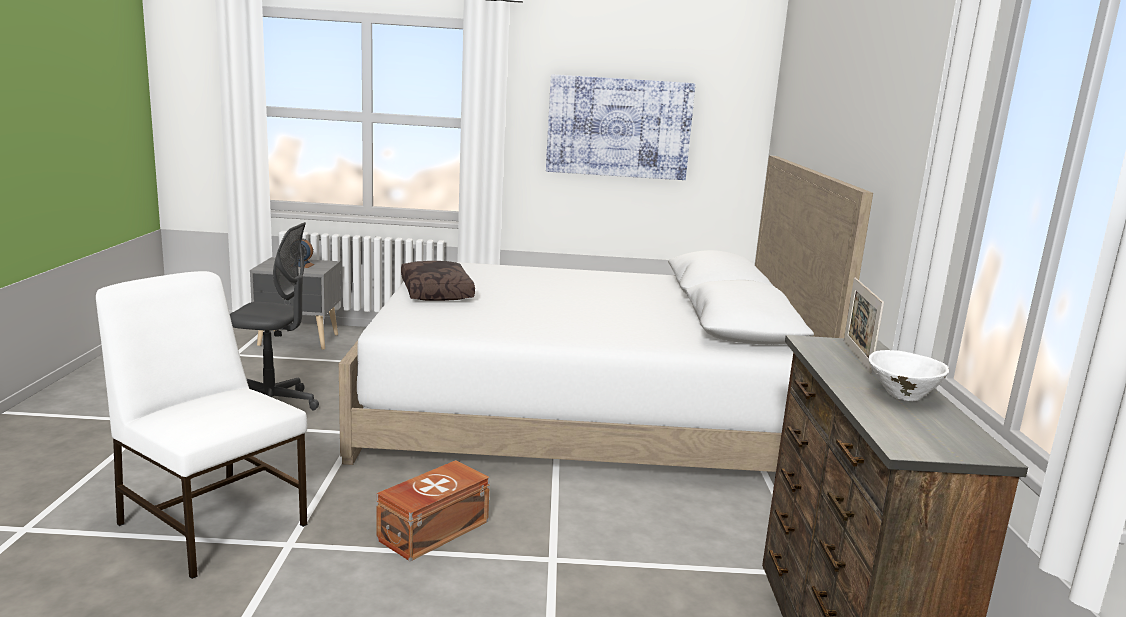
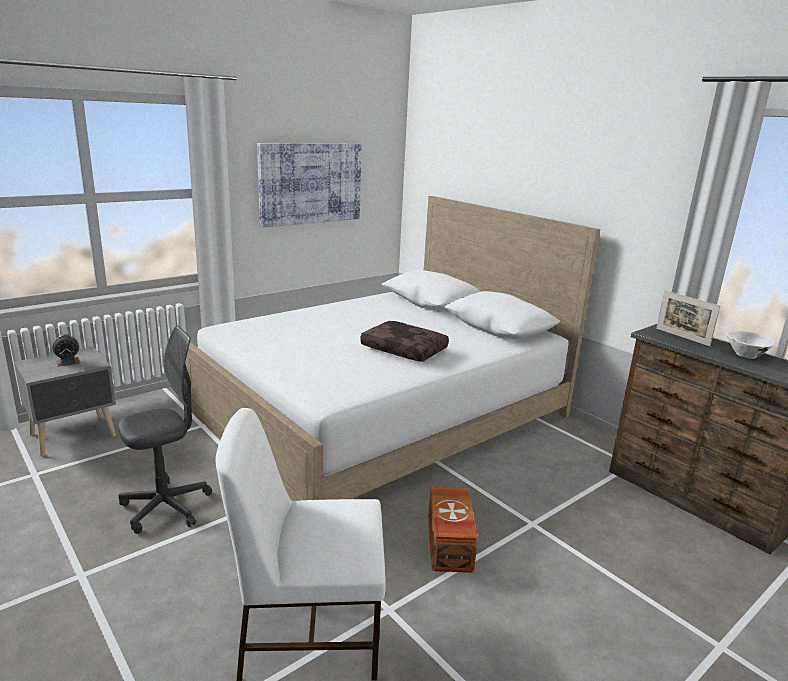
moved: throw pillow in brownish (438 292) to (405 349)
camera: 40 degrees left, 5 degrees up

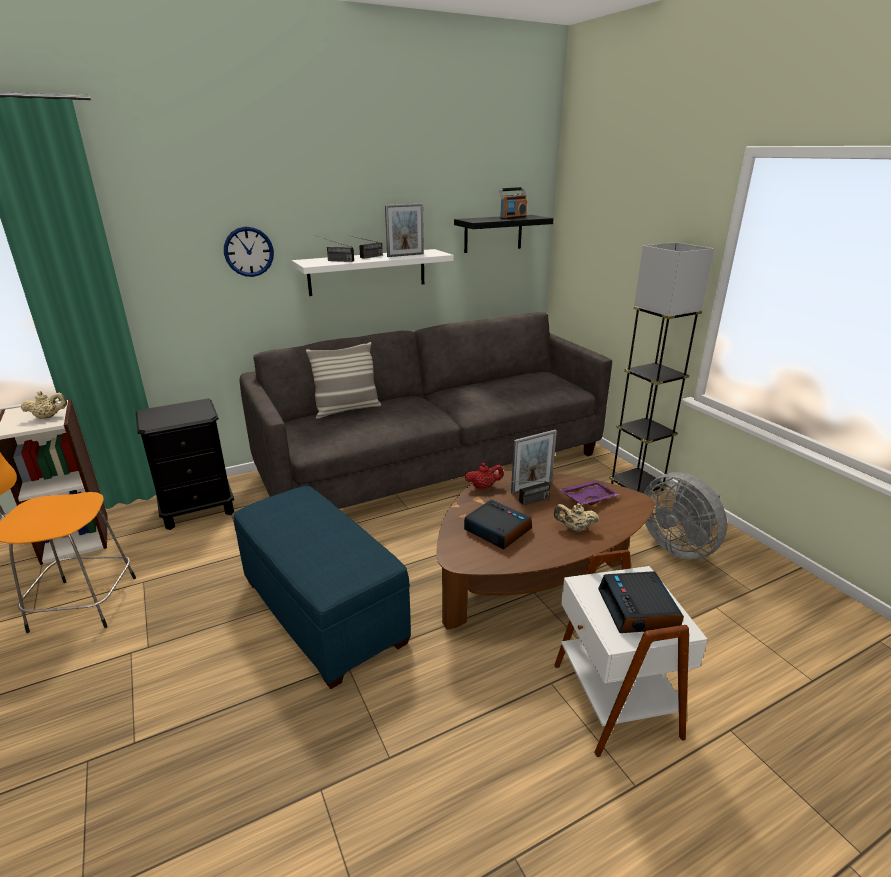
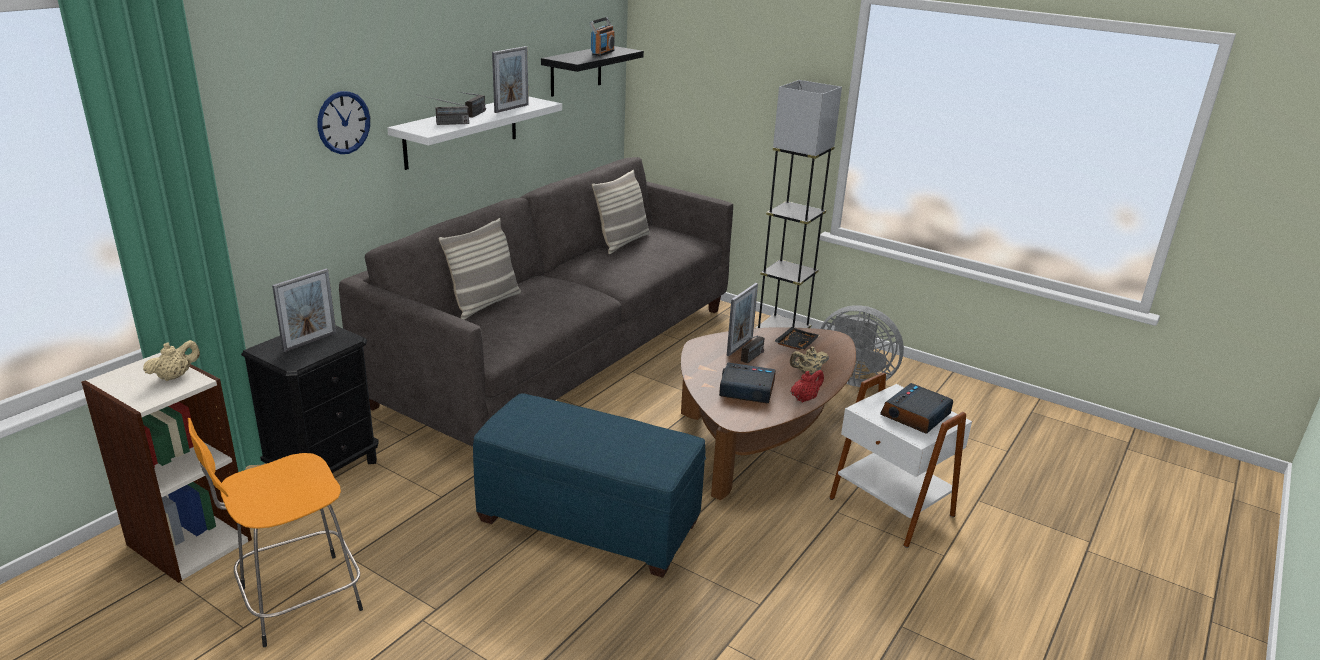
added: throw pillow (622 242); photo frame (310 341)
moved: tea pot in red-coloured (483 487) to (805 398)
recoloured: serving tray in purplish (587 498) to serving tray in black-coloured (795 345)
turned: alarm clock (638 610) = (915 415) 75 degrees clockwise
camera: 30 degrees left, 0 degrees up

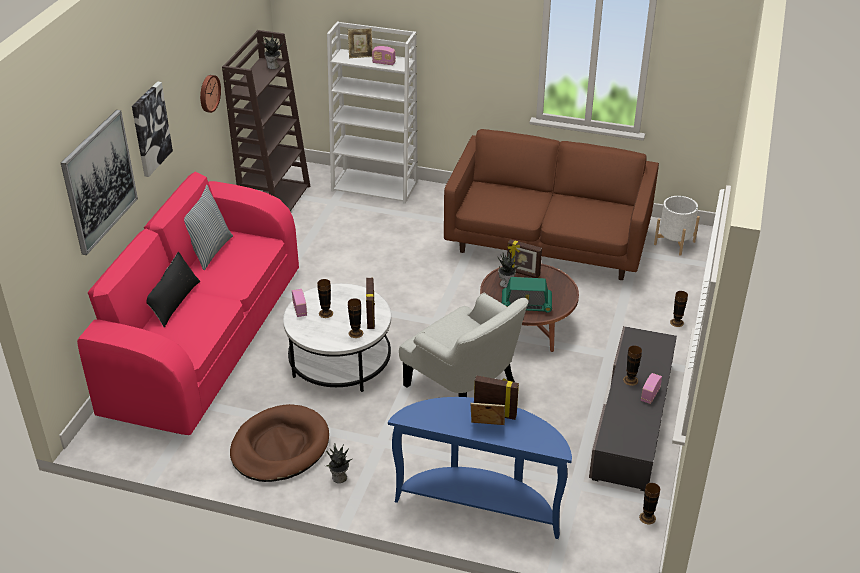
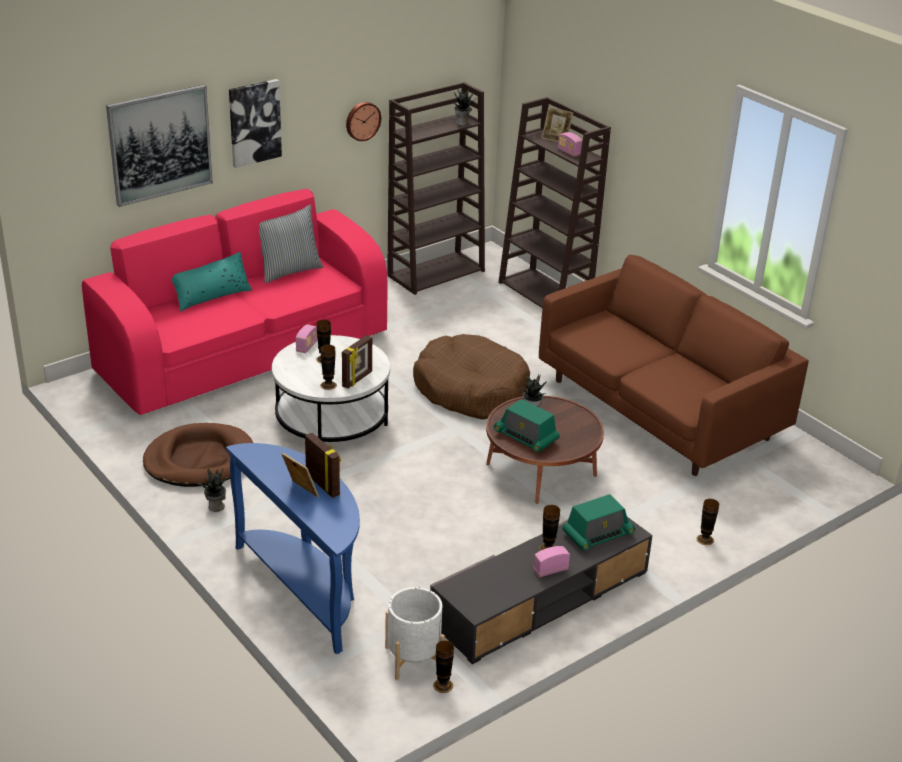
removed: photo frame (522 273); easy chair in white (464 385)
added: dog cushion in brownish (471 390); radio (597 534)
moved: planter in white (674 243) to (413 659)
recoloured: bookshelf in white (375 186) to bookshelf in brownish (546 294); throw pillow in black-coloured (173 302) to throw pillow in turquoise-coloured (211 296)
camera: 35 degrees right, 5 degrees down

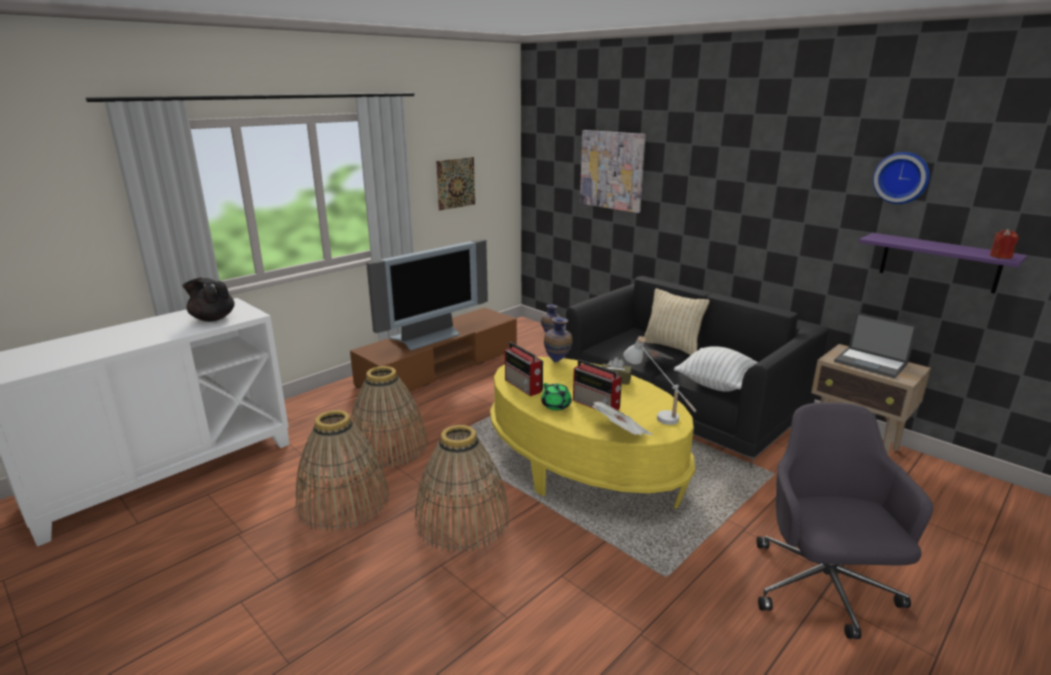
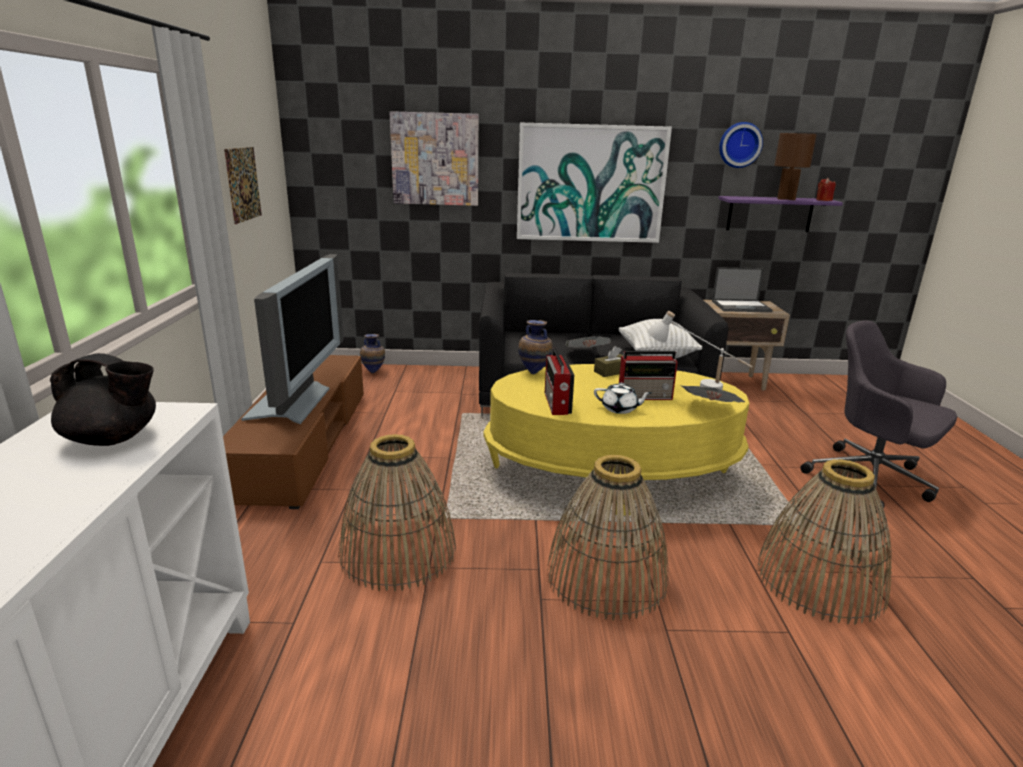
removed: throw pillow in sand-coloured (672 347)
added: wall picture (591 184); lamp for a table in brownish (786 199)
moved: basket (343 501) to (820 581)
recoloured: tea pot in green (556 406) to tea pot in white (620 409)
turned: tea pot in black-coloured (212 318) = (113 439) 150 degrees counterclockwise; radio (524 386) = (557 404) 75 degrees clockwise
camera: 45 degrees left, 0 degrees up

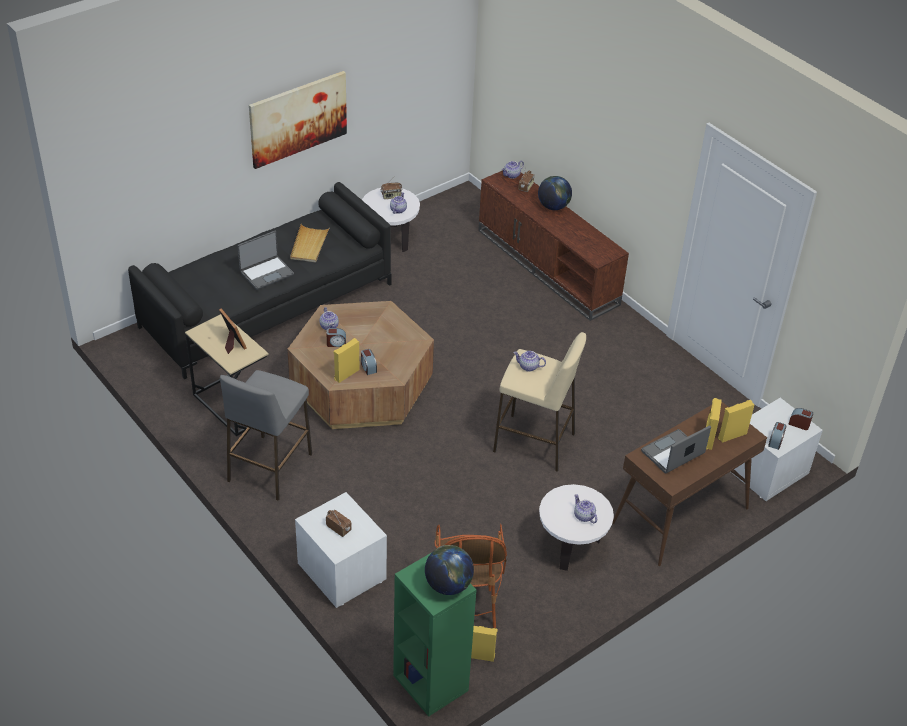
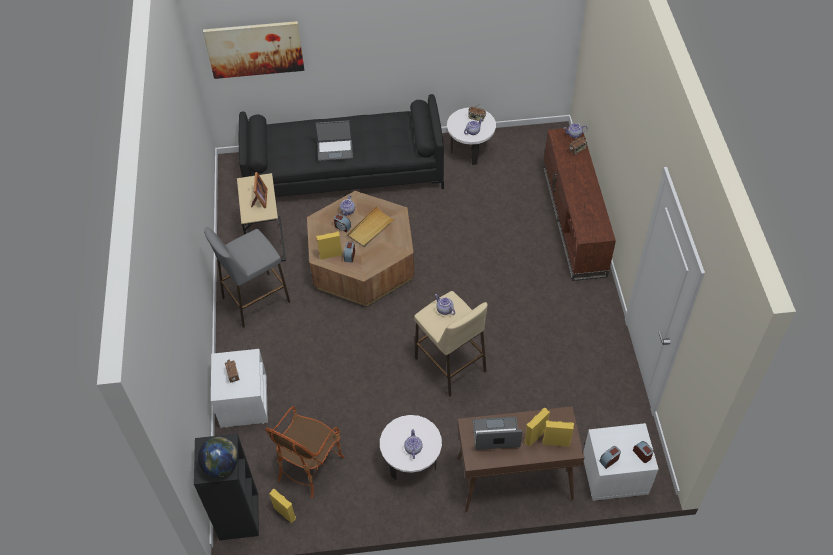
removed: desk globe (553 207)
moved: wall picture (298 118) to (254 49); serving tray in sand-coloured (309 245) to (370 228)
recoloured: bookshelf in green (429 683) to bookshelf in black-coloured (238 516)
camera: 35 degrees right, 10 degrees up

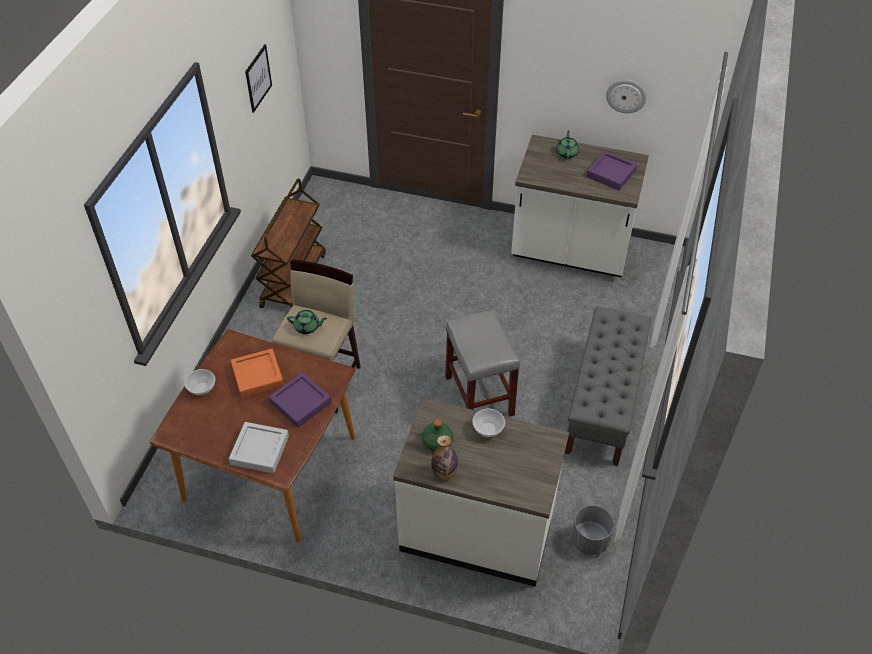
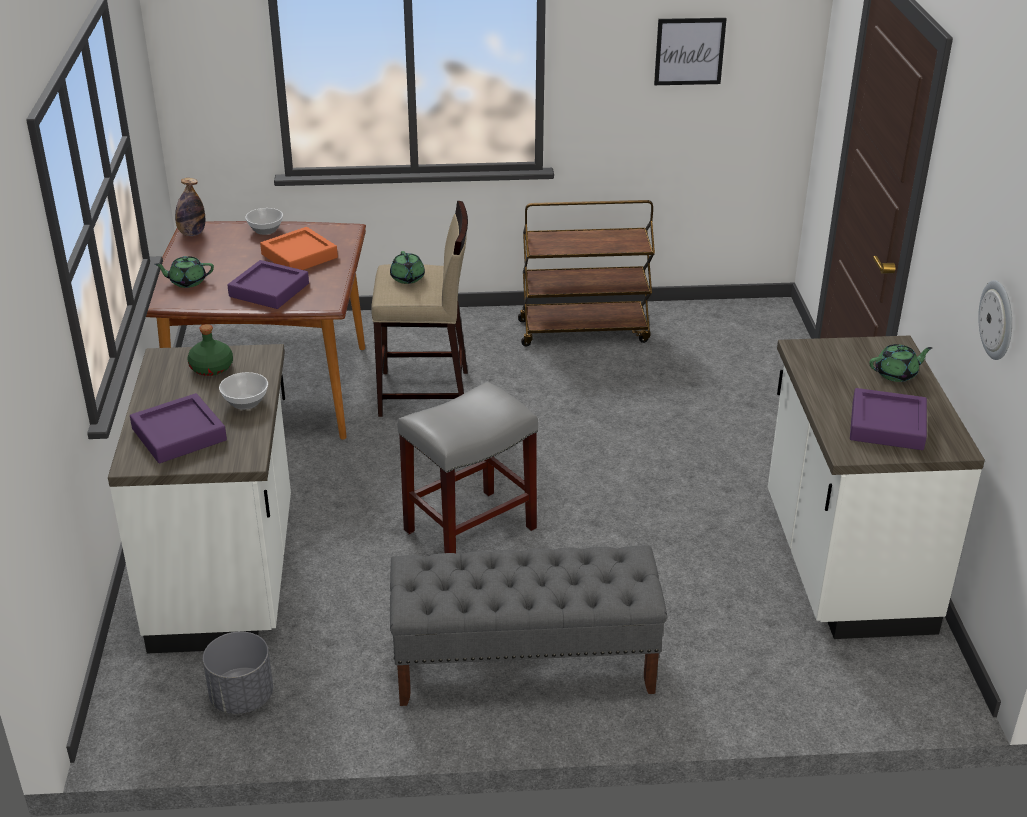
added: serving tray in purplish (179 434)
moved: bottle (444 472) to (192 233)
replaced: serving tray in grey (260 450) to tea pot in green (187 282)
camera: 70 degrees right, 15 degrees down

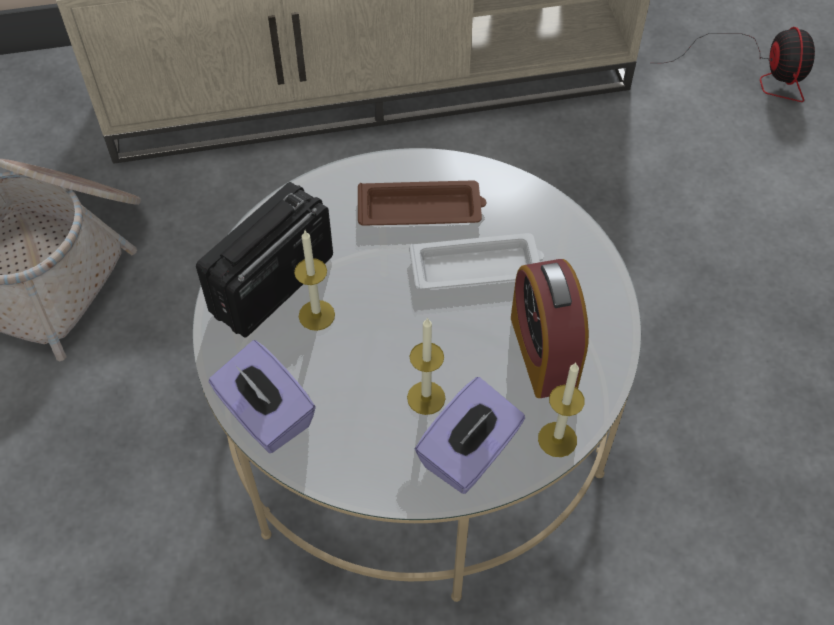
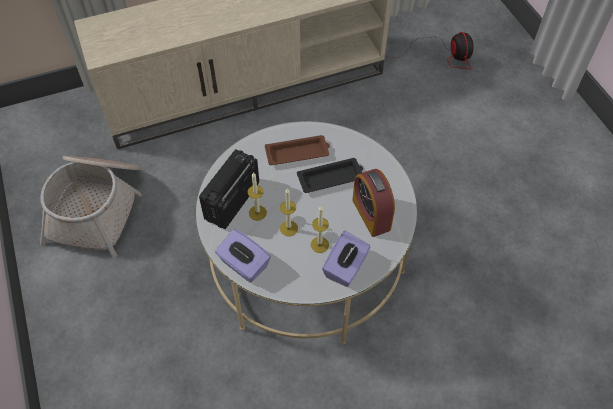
moved: candle (557 439) to (288 228)
recoloured: serving tray in white (477 267) to serving tray in black-coloured (331 178)
camera: 10 degrees left, 0 degrees up

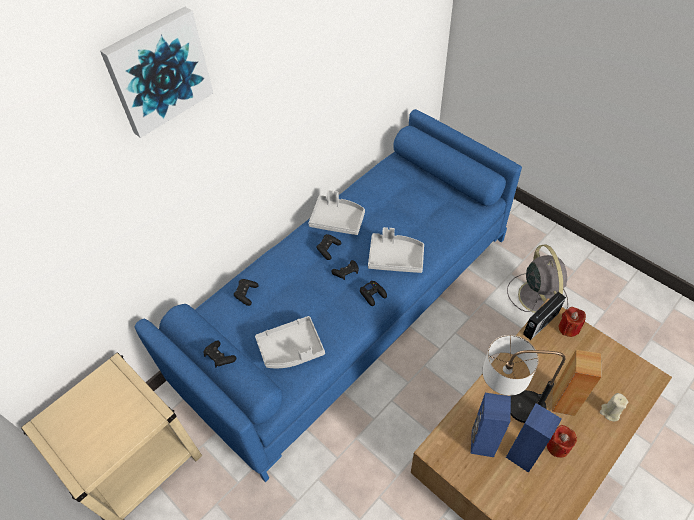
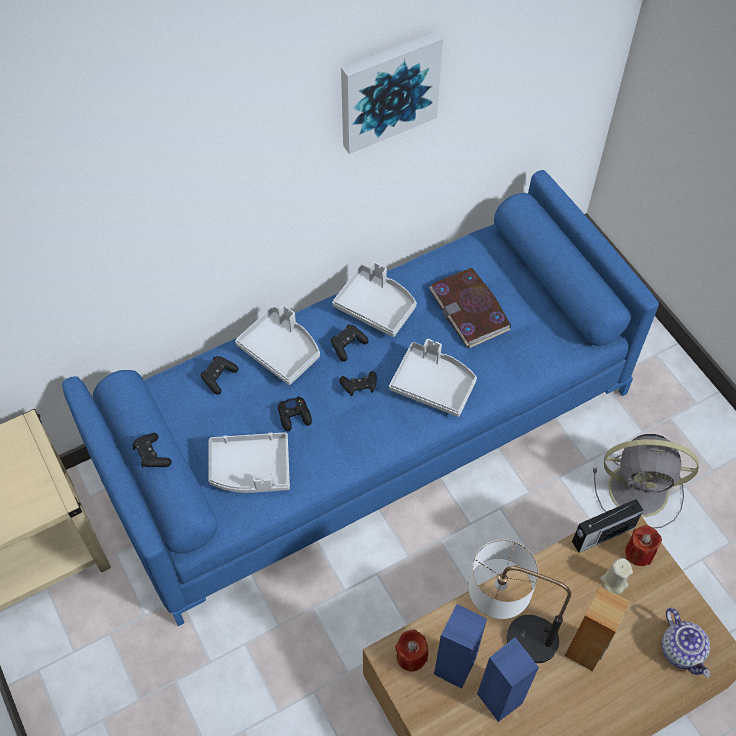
added: book (470 310); serving tray in grey (281 350); tea pot (682 651)
moved: wall picture (158 71) to (388 89); joypad in black-coloured (373 294) to (295 416); candle in sand-coloured (610 412) to (614 582); candle in red-coloured (557 446) to (411 656)
turned: cooling fan in grey (537 295) = (641 490) 90 degrees clockwise
camera: 15 degrees right, 5 degrees up

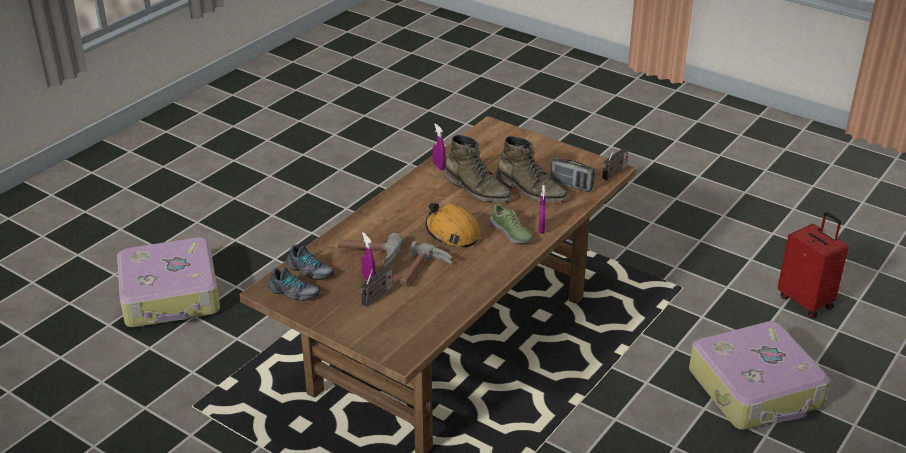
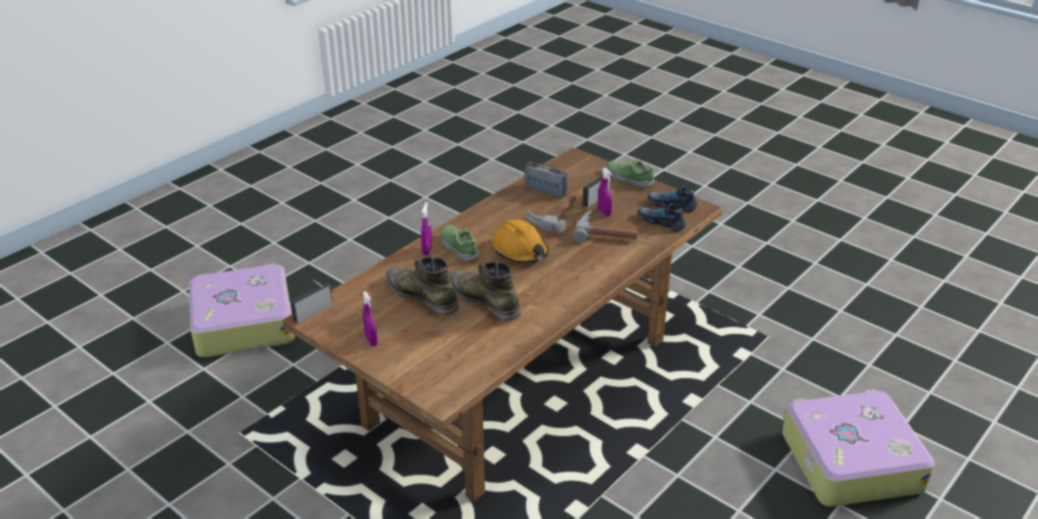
removed: suitcase in red-coloured (806 301)
added: low shoe (629 178)
moved: spray bottle in purplish (439 166) to (371 340); radio (571 185) to (545 190)
camera: 175 degrees left, 0 degrees up

